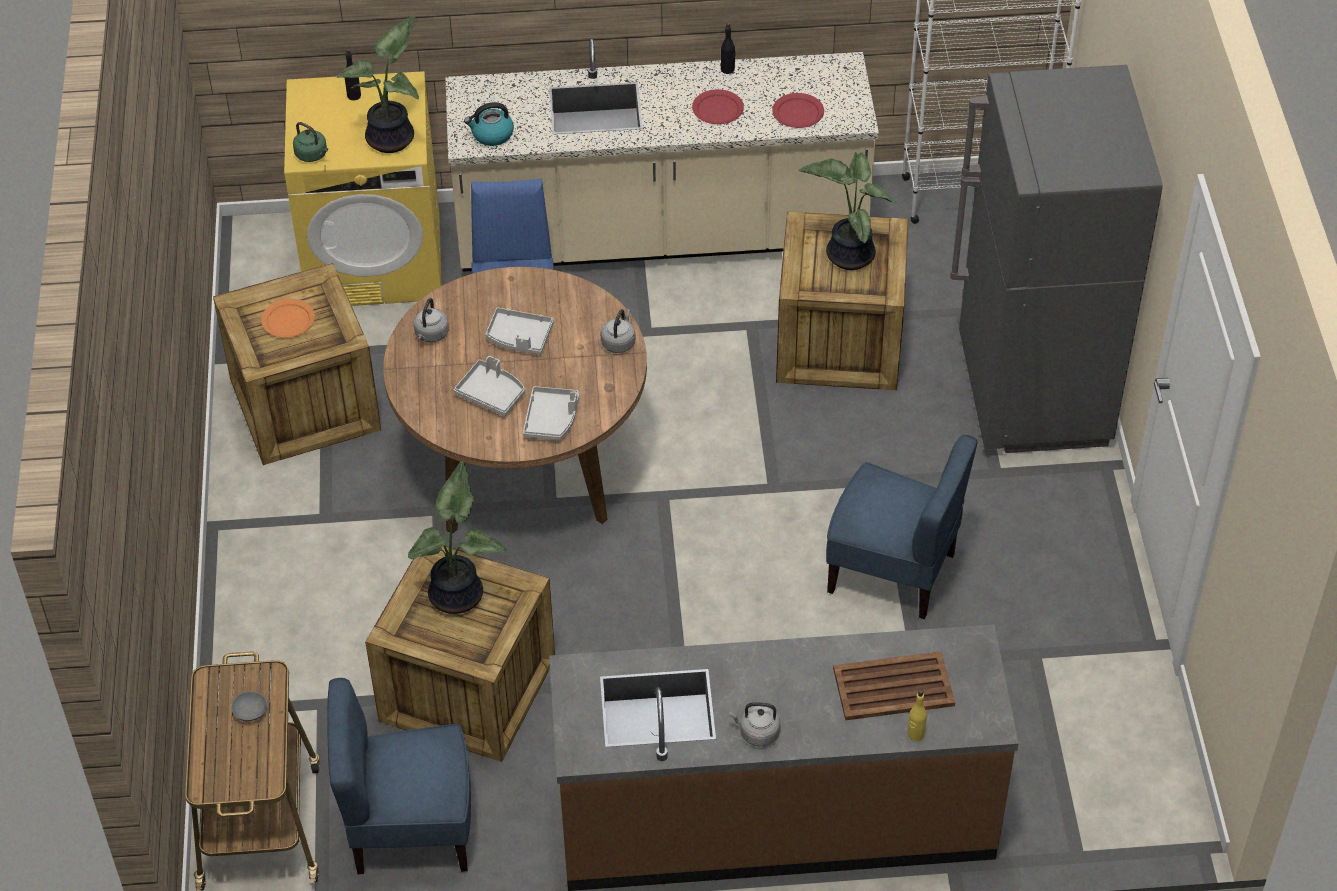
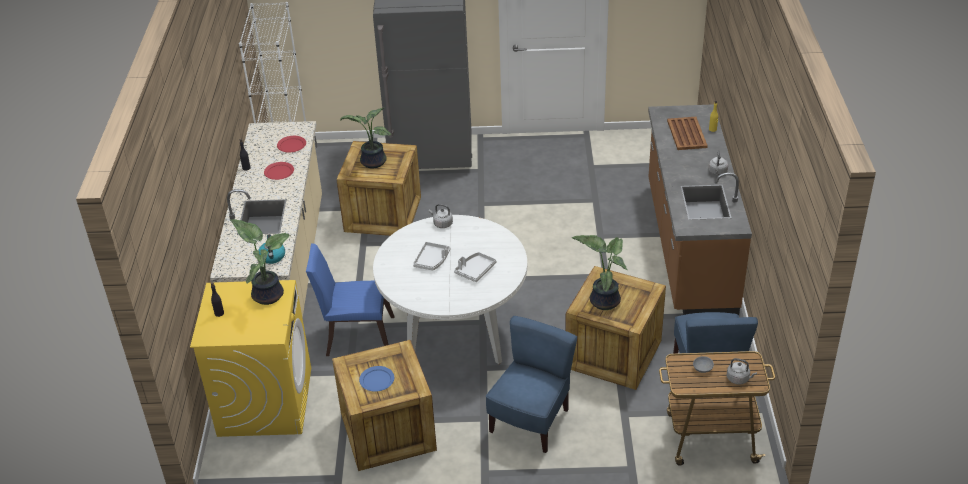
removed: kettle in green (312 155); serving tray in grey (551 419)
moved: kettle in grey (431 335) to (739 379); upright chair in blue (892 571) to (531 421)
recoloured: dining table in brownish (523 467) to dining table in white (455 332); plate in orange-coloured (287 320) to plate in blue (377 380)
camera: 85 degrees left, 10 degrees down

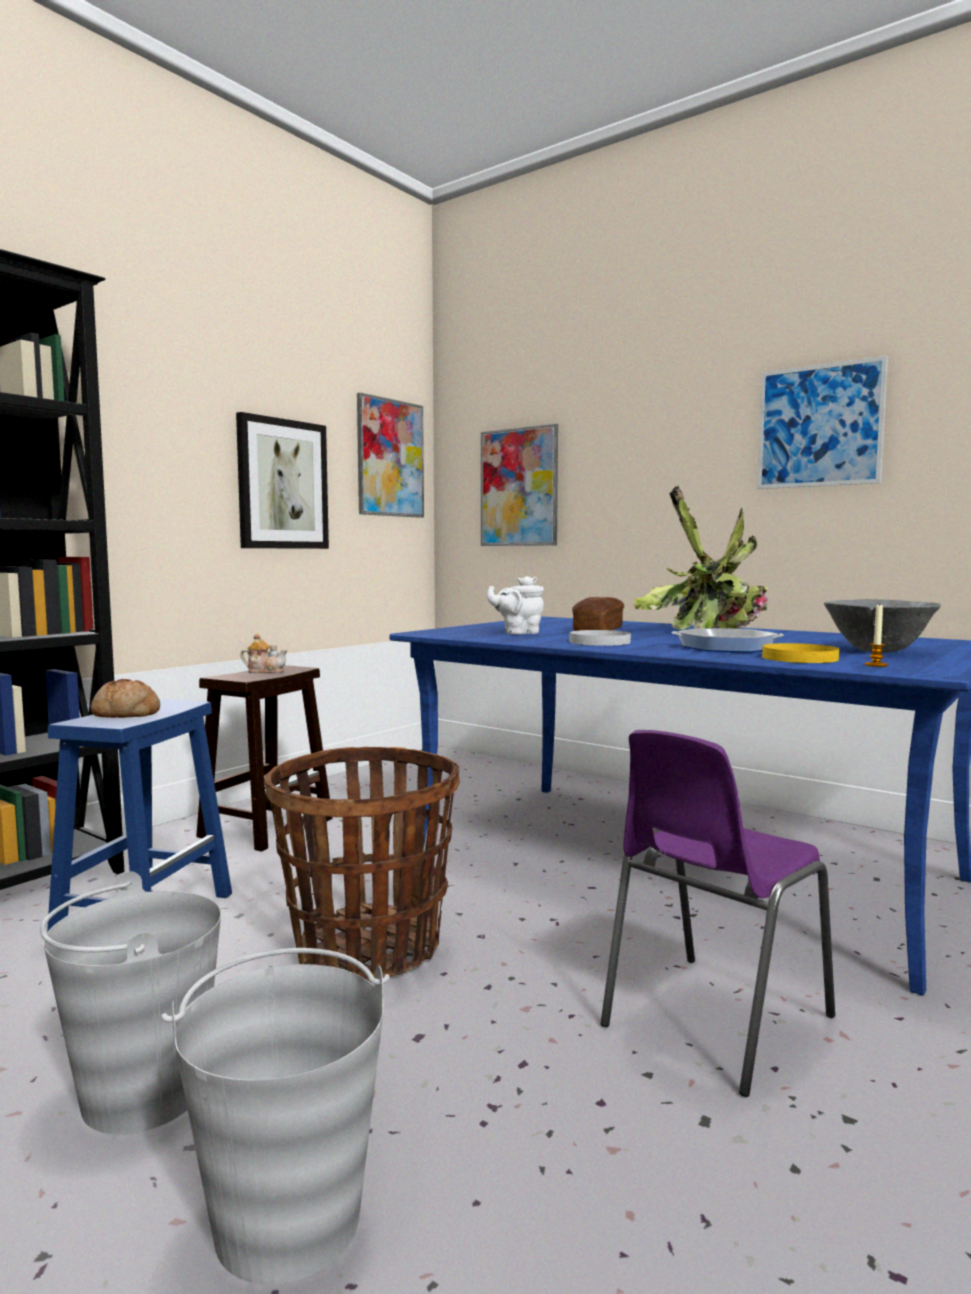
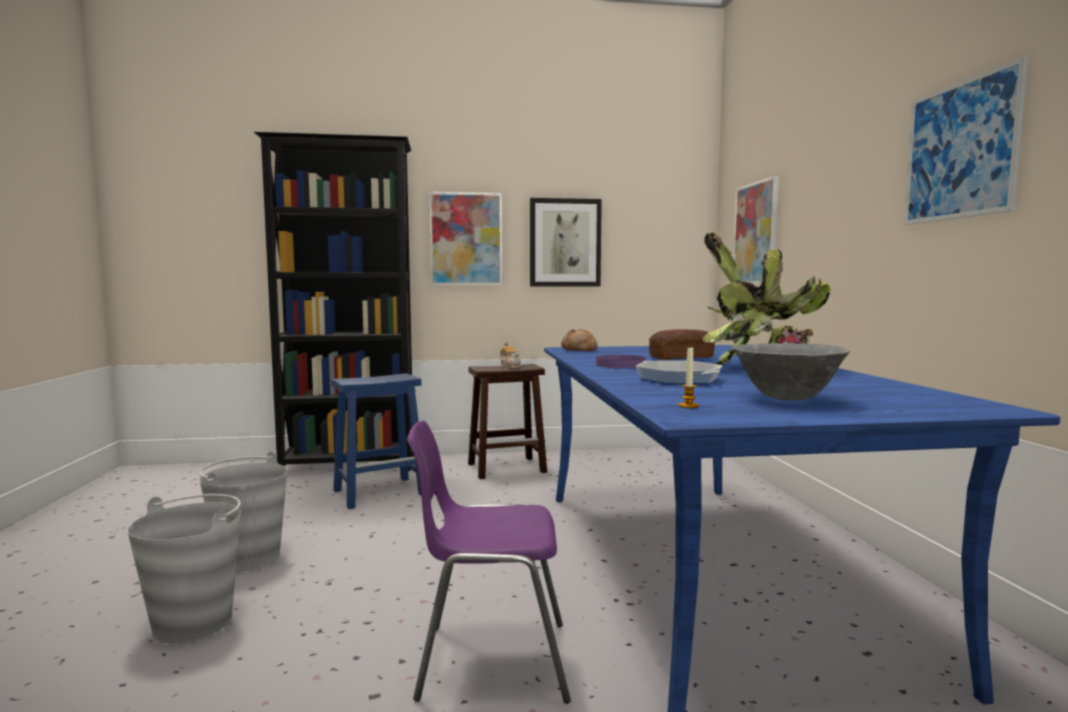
removed: tea pot in white (518 633); plate in yellow (799 658); basket (367 949)
moved: wall picture (390 458) to (466 239); bakery bread (125 714) to (578 349)
recoloured: plate in white (599 642) to plate in purplish (620 365)
camera: 45 degrees right, 0 degrees up

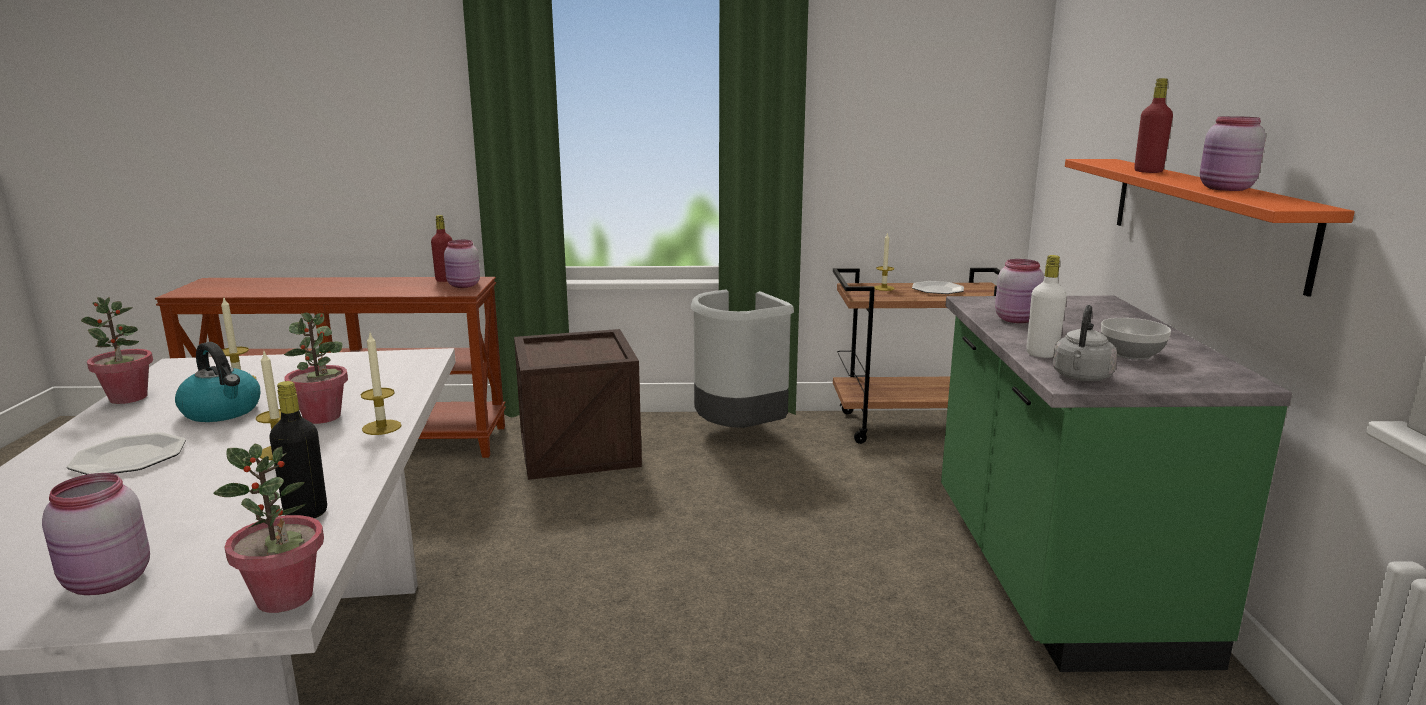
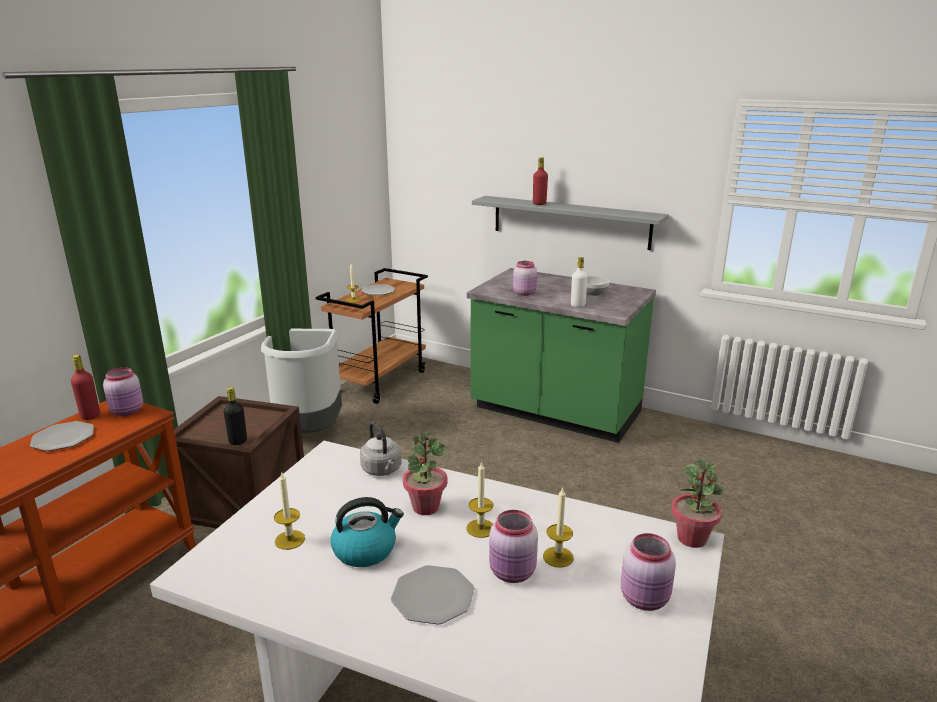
removed: houseplant (128 398)
added: plate (63 438)
moved: jar in pink-coloured (1225 189) to (513 573); kettle in grey (1081 377) to (382 470); candle (381 427) to (558 557); bottle in black-coloured (306 513) to (238 441)
recoloured: bracket shelf in orange-coloured (1203 217) to bracket shelf in grey (570 222)
camera: 60 degrees left, 5 degrees up

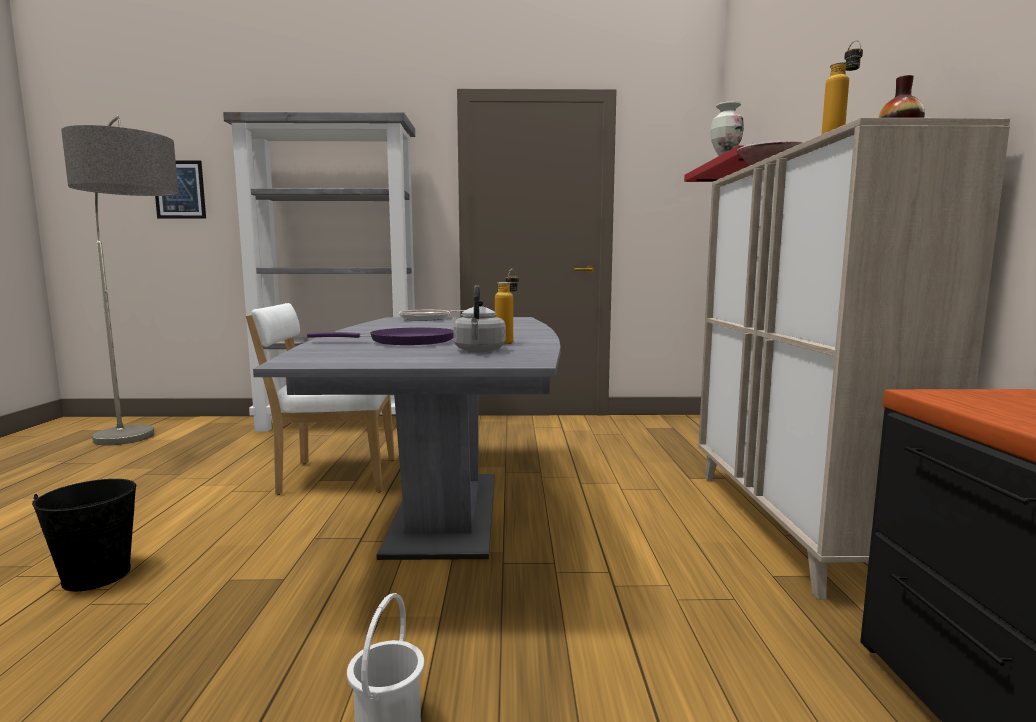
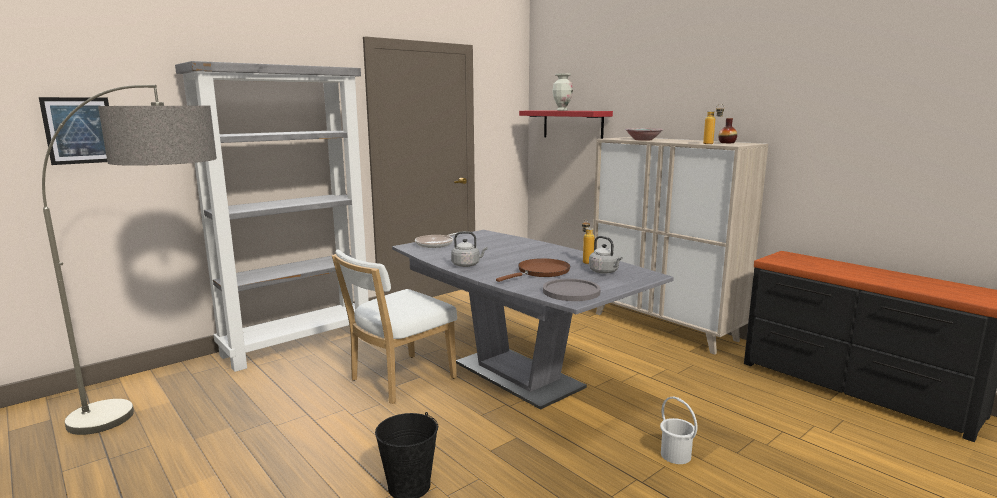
added: kettle in grey (467 265); plate in grey (571 291)
recoloured: skillet in purplish (405 342) to skillet in brownish (541 272)
camera: 40 degrees left, 5 degrees up

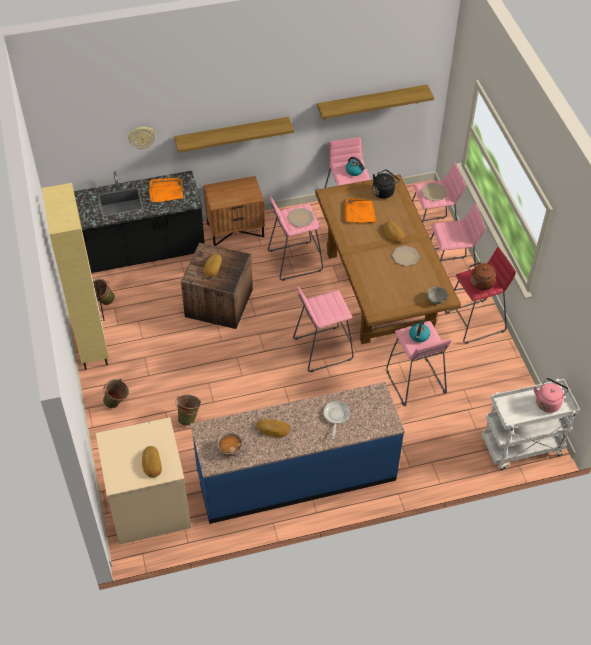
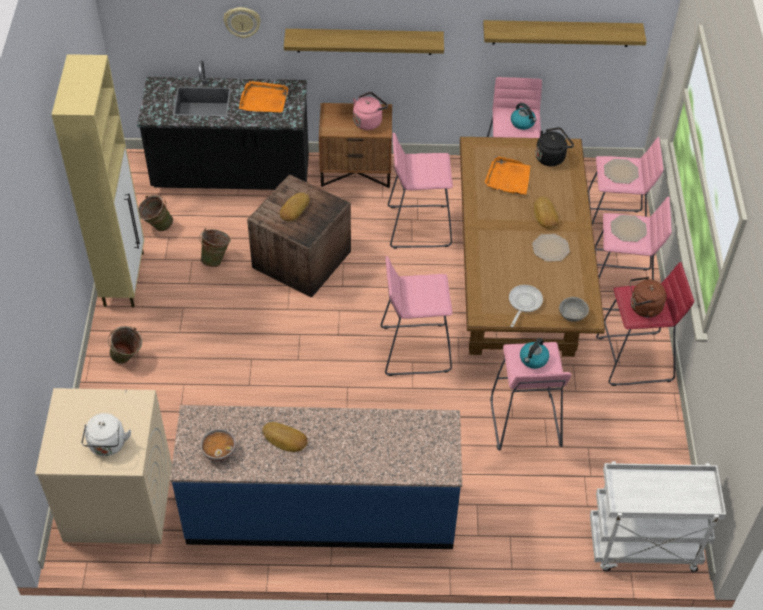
moved: plate (301 218) to (628 229); kettle in pink-coloured (548 402) to (368 121); water bucket in green (189 417) to (216 259); skillet (336 416) to (523 303)
replaced: bakery bread (151 463) to kettle in white (107 446)
camera: 15 degrees right, 0 degrees up

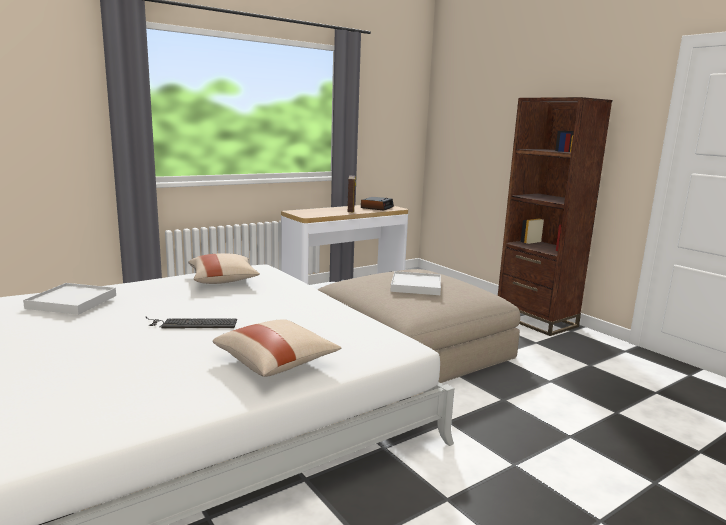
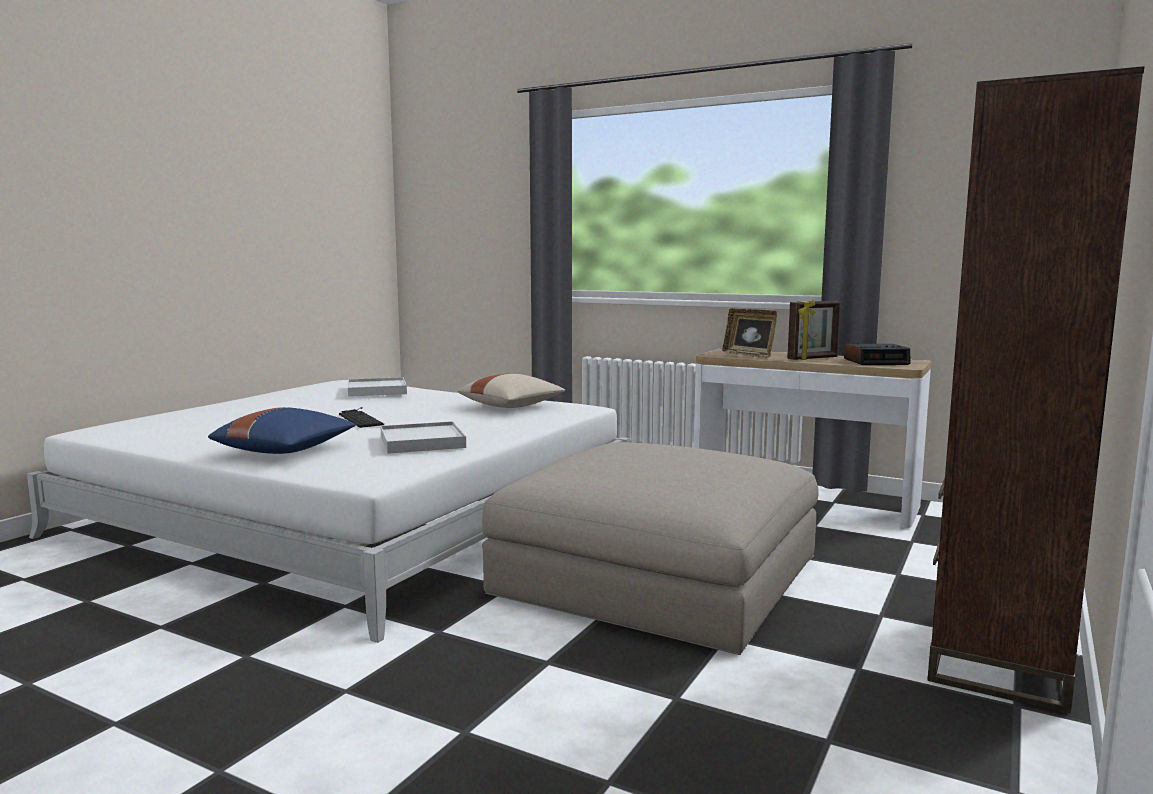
added: photo frame (749 355)
moved: serving tray in white (416 286) to (422 442)
recoloured: throw pillow in sand-coloured (277 362) to throw pillow in blue (286 451)
camera: 65 degrees right, 5 degrees down

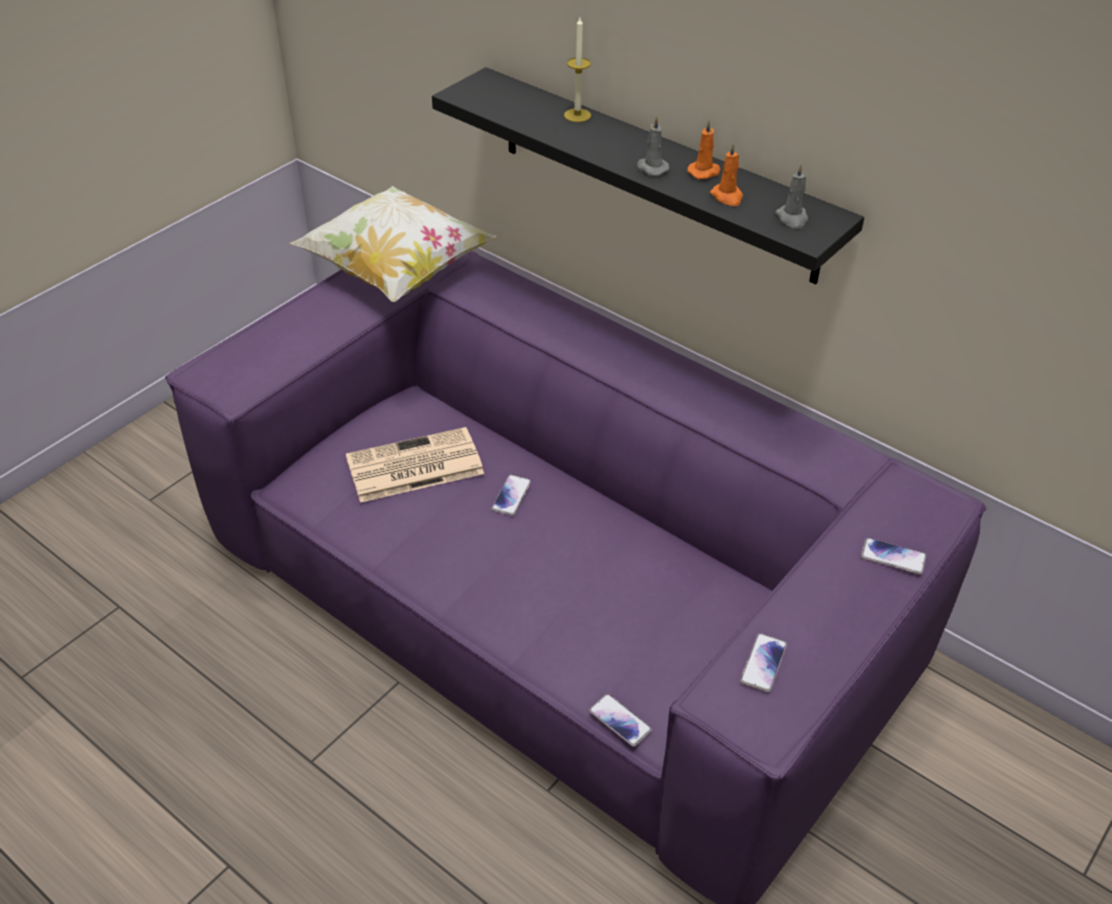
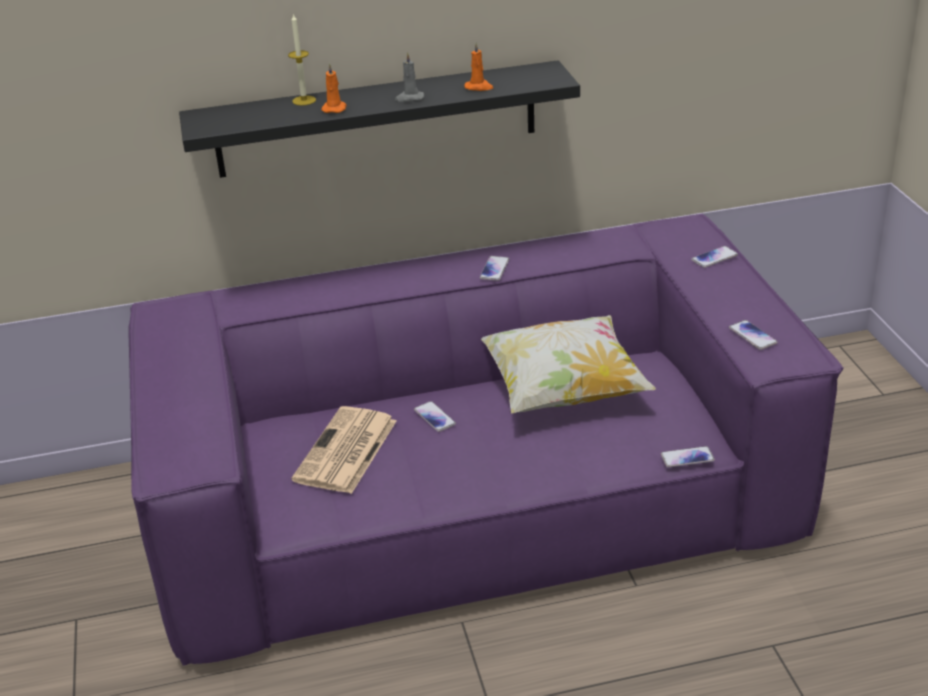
removed: candle in grey (792 219)
added: telephone (494 269)
moved: candle in orange-coloured (704 172) to (334 108); throw pillow (396 271) to (564 391)
camera: 50 degrees left, 10 degrees down

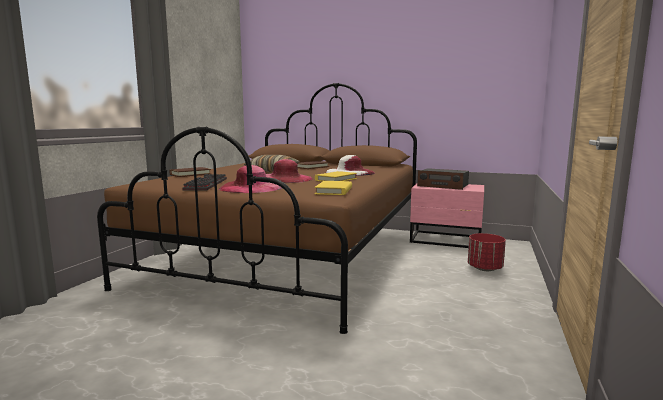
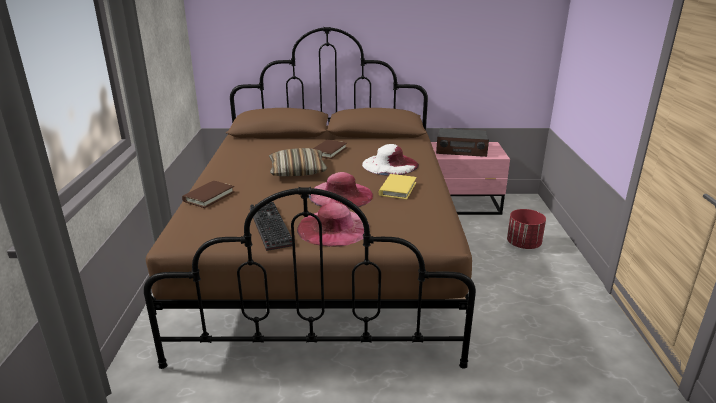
removed: book in yellow (334 191)
camera: 20 degrees left, 15 degrees up

